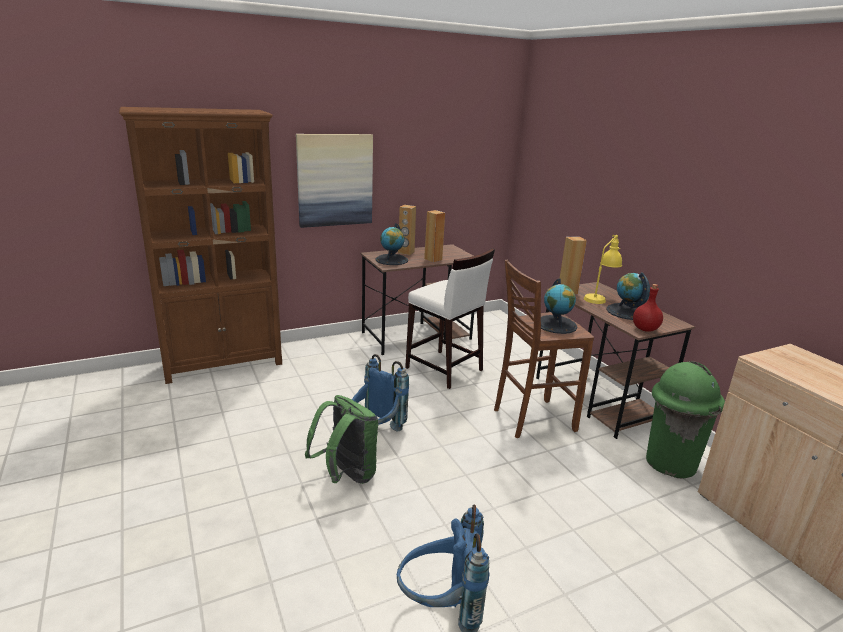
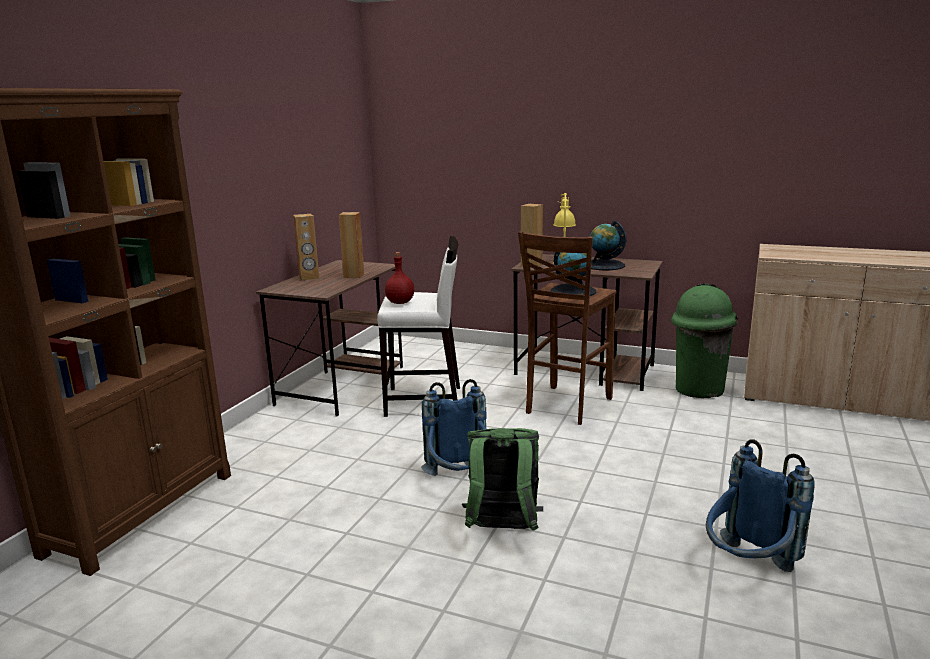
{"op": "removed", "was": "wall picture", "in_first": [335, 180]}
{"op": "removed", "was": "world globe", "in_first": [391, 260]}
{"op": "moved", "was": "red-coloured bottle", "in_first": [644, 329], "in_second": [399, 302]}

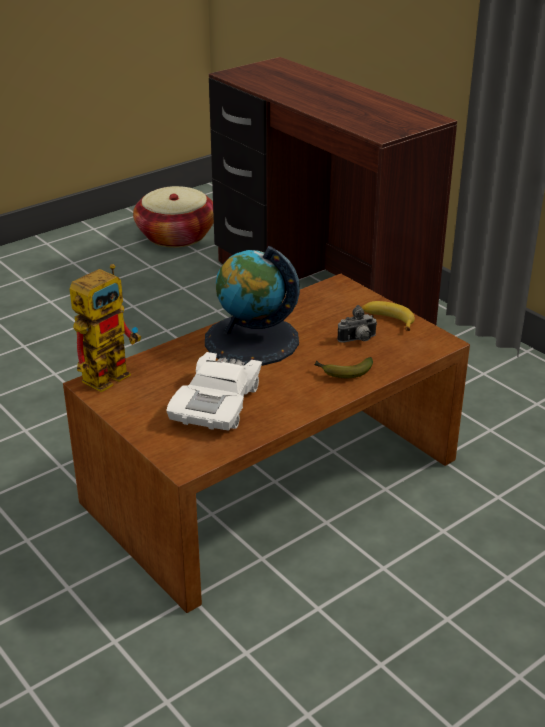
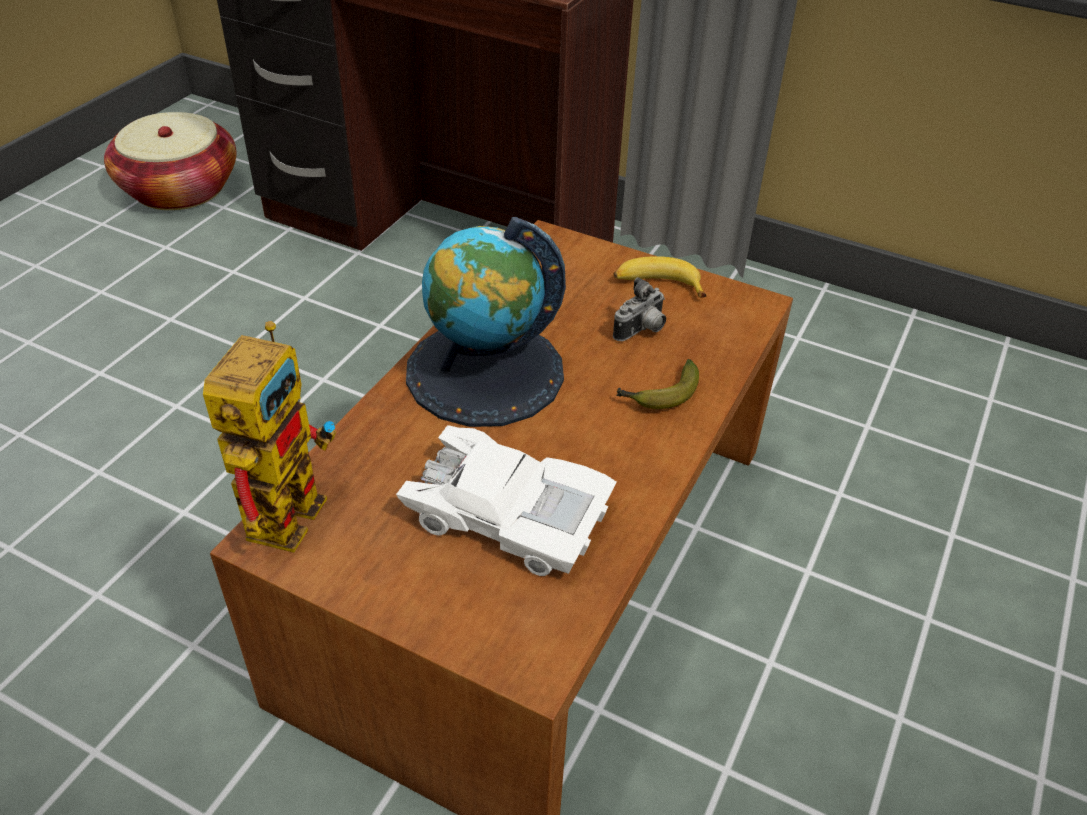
{"op": "turned", "was": "white toy car", "in_first": [217, 403], "in_second": [508, 514], "clockwise": -60}

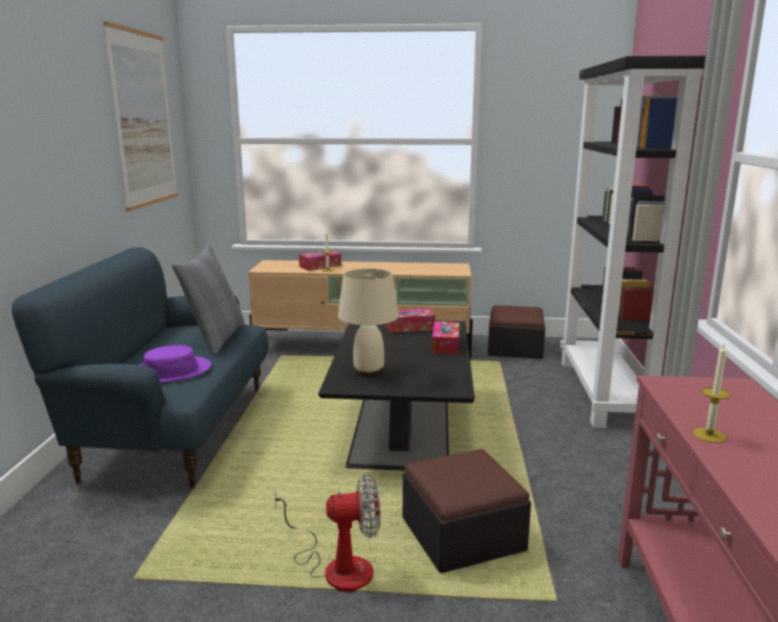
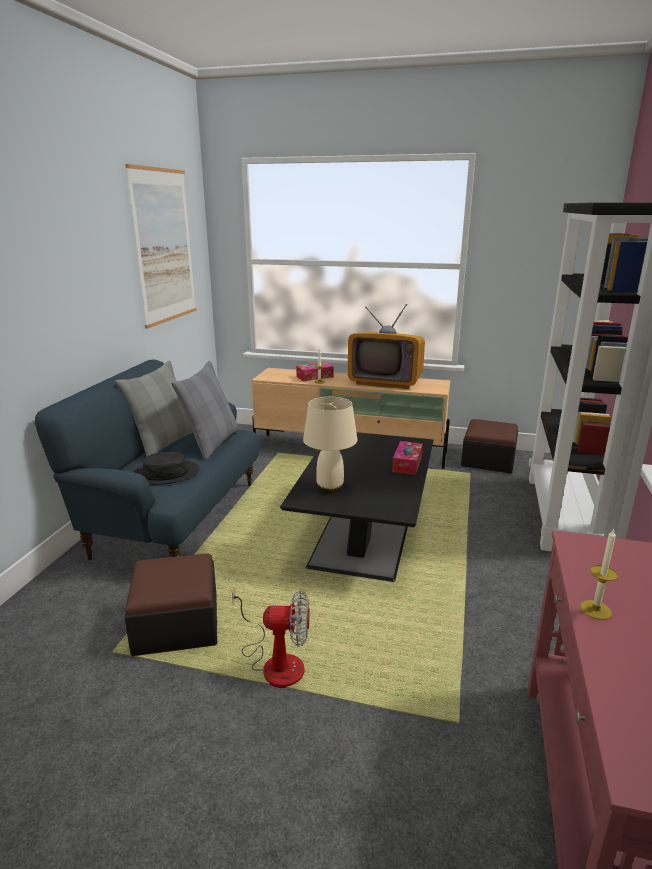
{"op": "removed", "was": "tissue holder", "in_first": [410, 327]}
{"op": "recoloured", "was": "purplish wearable hat", "now": "blackish wearable hat", "in_first": [170, 371], "in_second": [165, 473]}
{"op": "moved", "was": "pouffe", "in_first": [462, 534], "in_second": [176, 623]}
{"op": "added", "now": "television", "in_second": [385, 381]}
{"op": "added", "now": "greyish pillow", "in_second": [164, 443]}

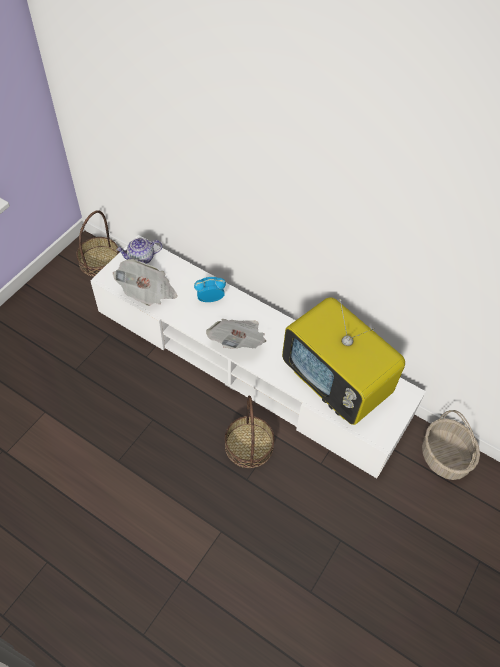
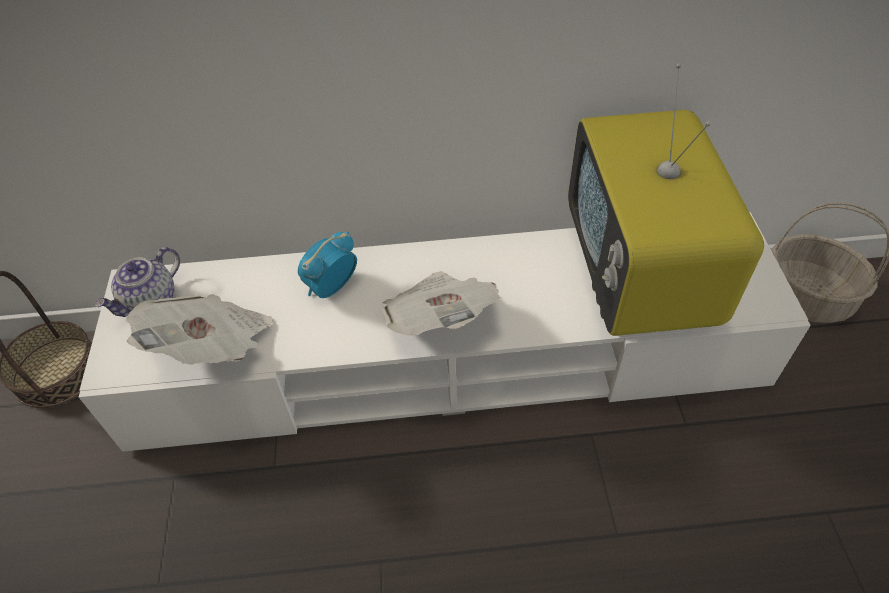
{"op": "turned", "was": "television", "in_first": [336, 383], "in_second": [638, 279], "clockwise": 75}
{"op": "removed", "was": "basket", "in_first": [248, 445]}

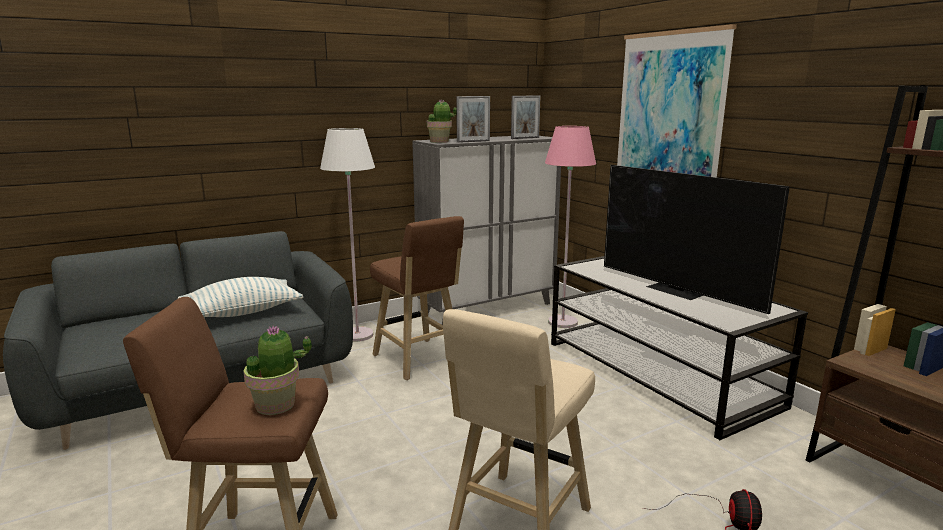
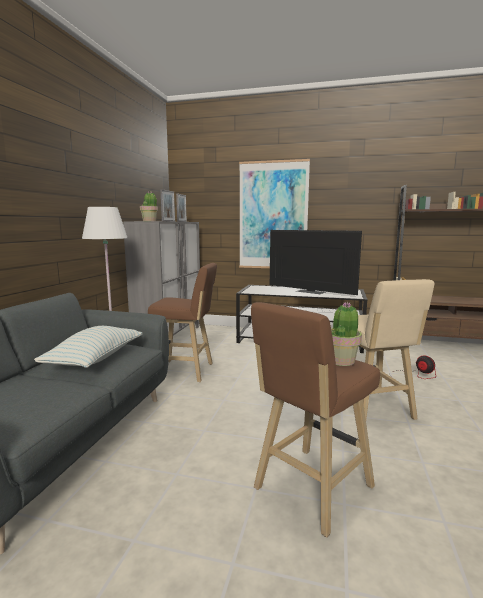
{"op": "removed", "was": "pink floor lamp", "in_first": [562, 322]}
{"op": "turned", "was": "television", "in_first": [677, 290], "in_second": [310, 291], "clockwise": -150}

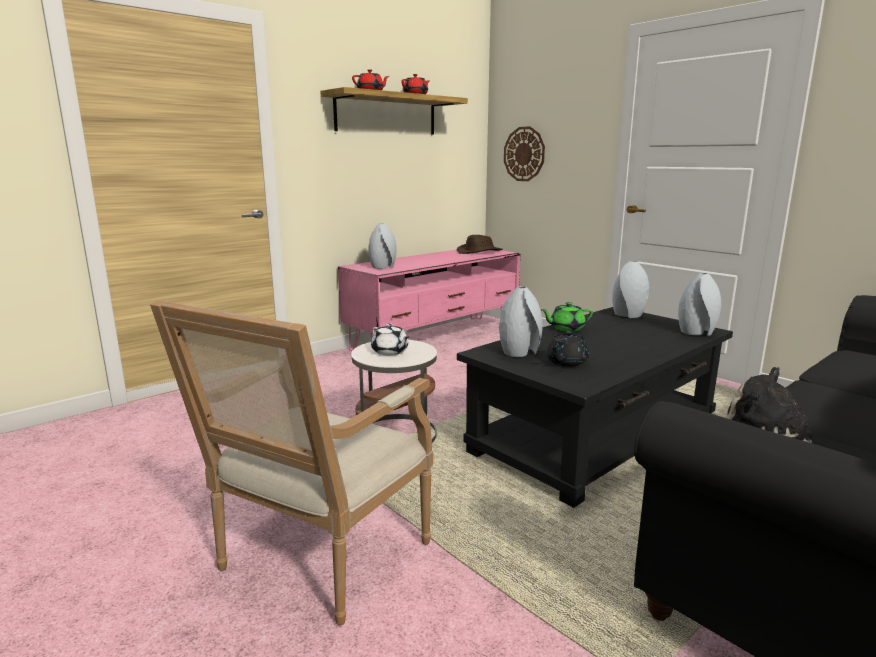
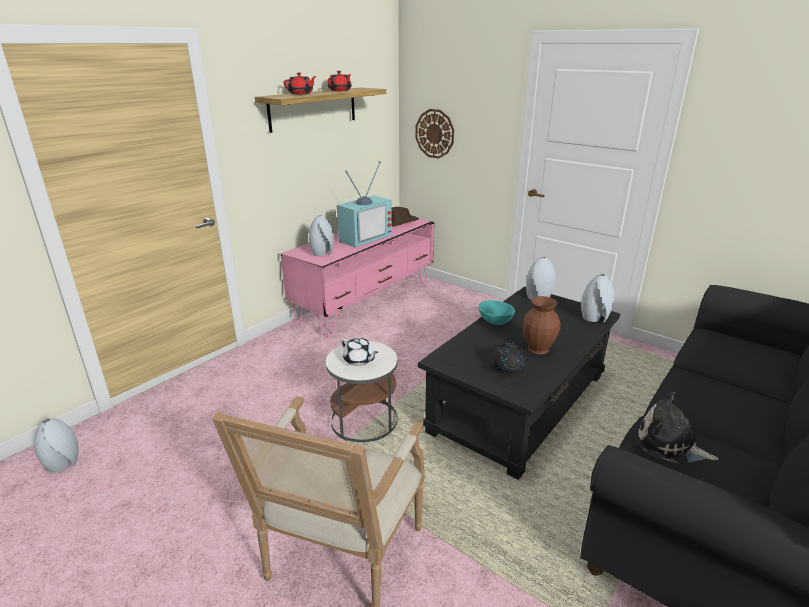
{"op": "moved", "was": "greyish vase", "in_first": [520, 352], "in_second": [64, 463]}
{"op": "replaced", "was": "green-coloured teapot", "now": "blue-green deep dish", "in_first": [566, 328], "in_second": [495, 321]}
{"op": "added", "now": "television", "in_second": [364, 237]}
{"op": "added", "now": "brownish vase", "in_second": [538, 349]}

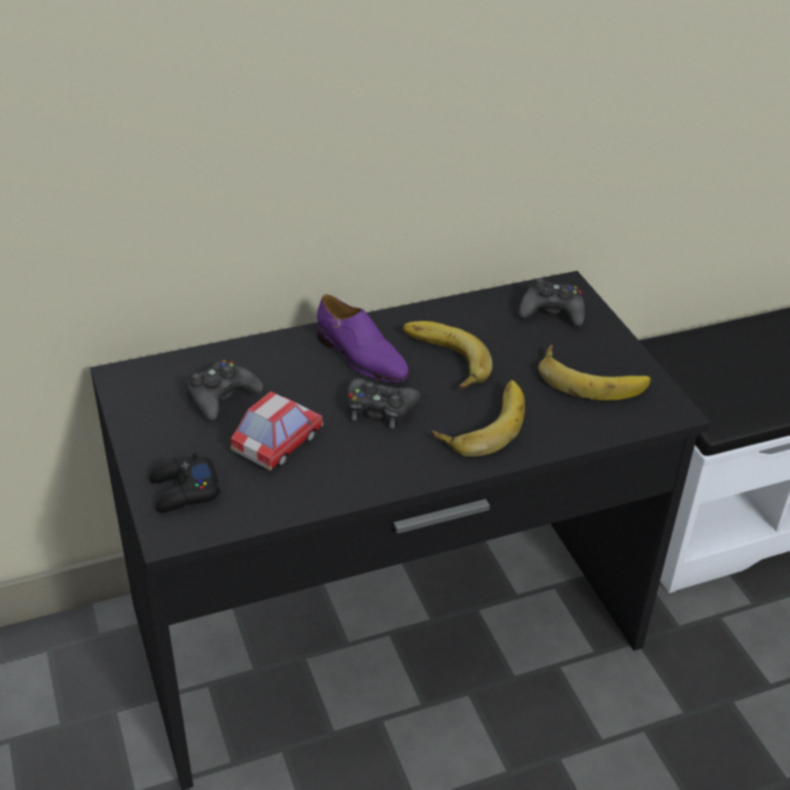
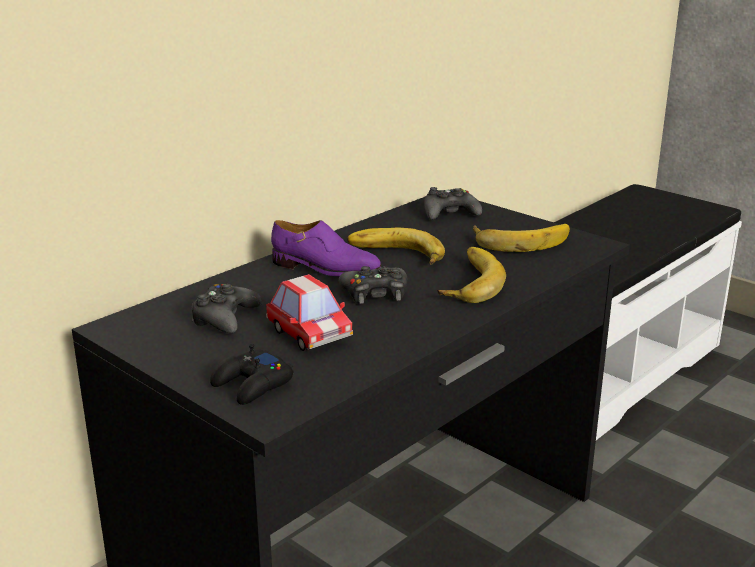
{"op": "turned", "was": "toy car", "in_first": [277, 444], "in_second": [309, 334], "clockwise": 135}

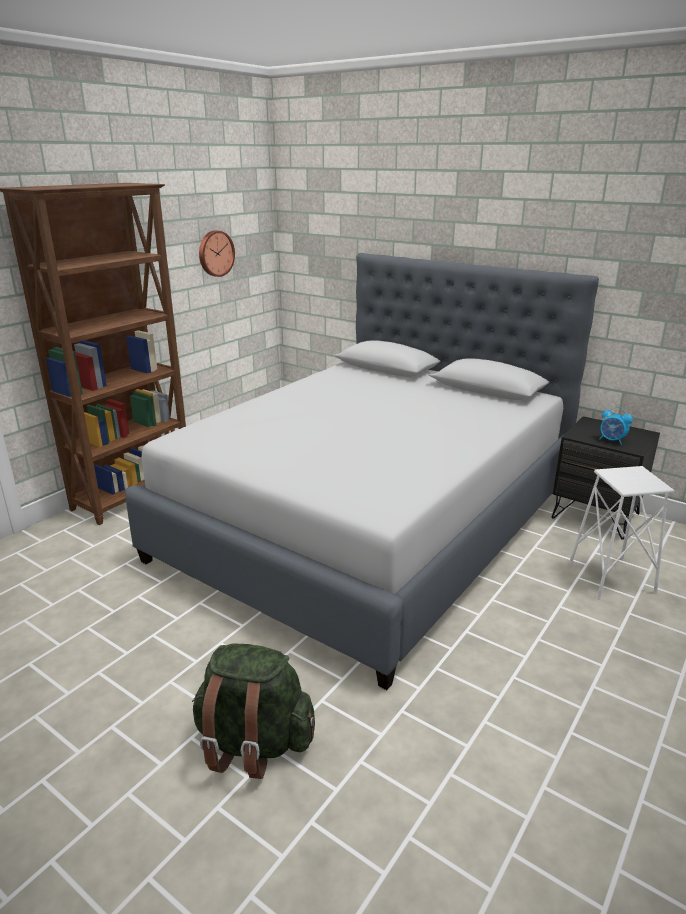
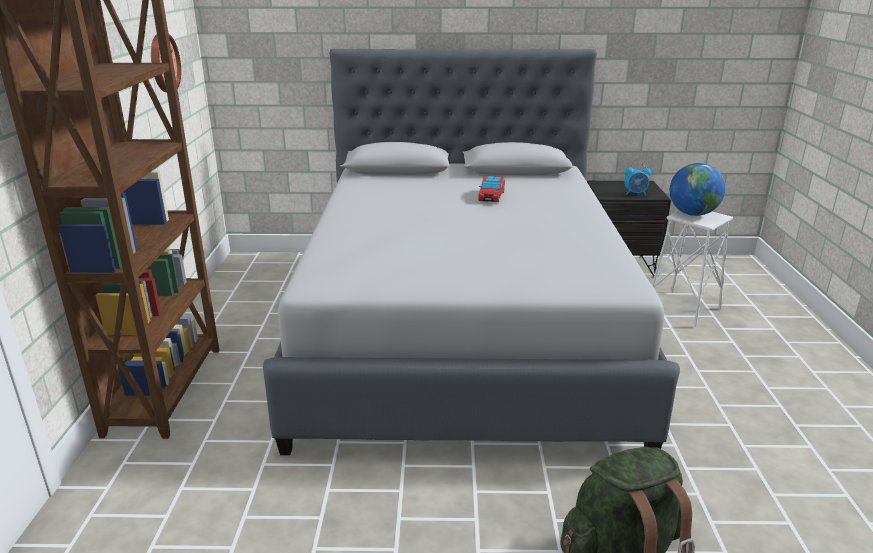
{"op": "added", "now": "world globe", "in_second": [692, 214]}
{"op": "added", "now": "toy car", "in_second": [491, 196]}

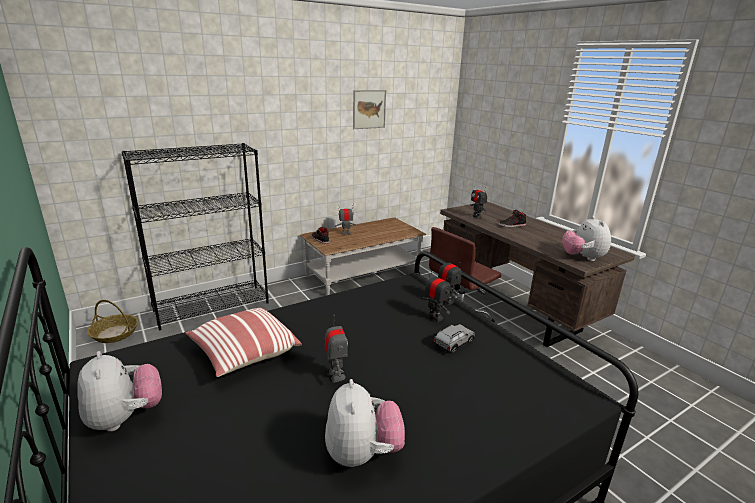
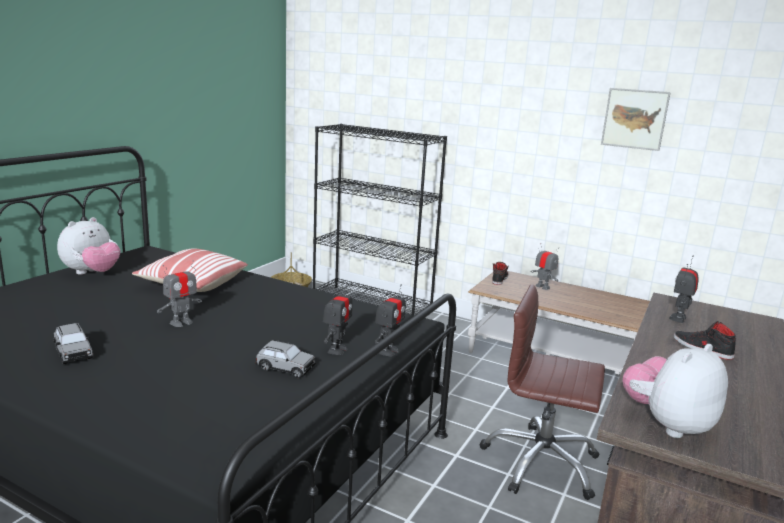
{"op": "replaced", "was": "soft toy", "now": "greyish toy car", "in_first": [362, 453], "in_second": [73, 353]}

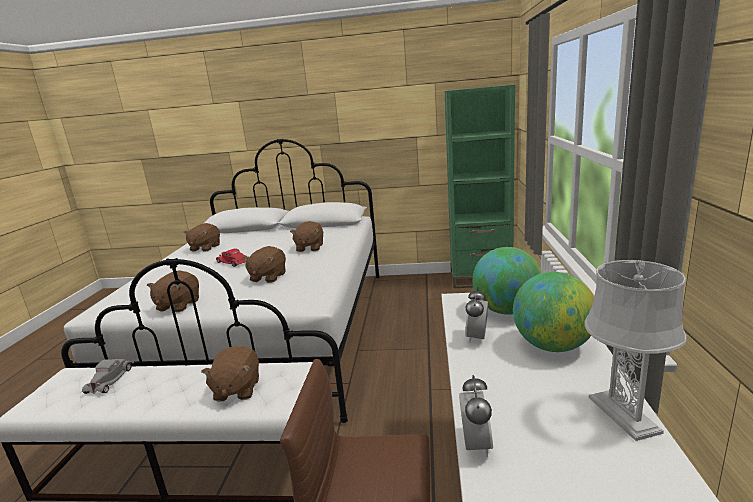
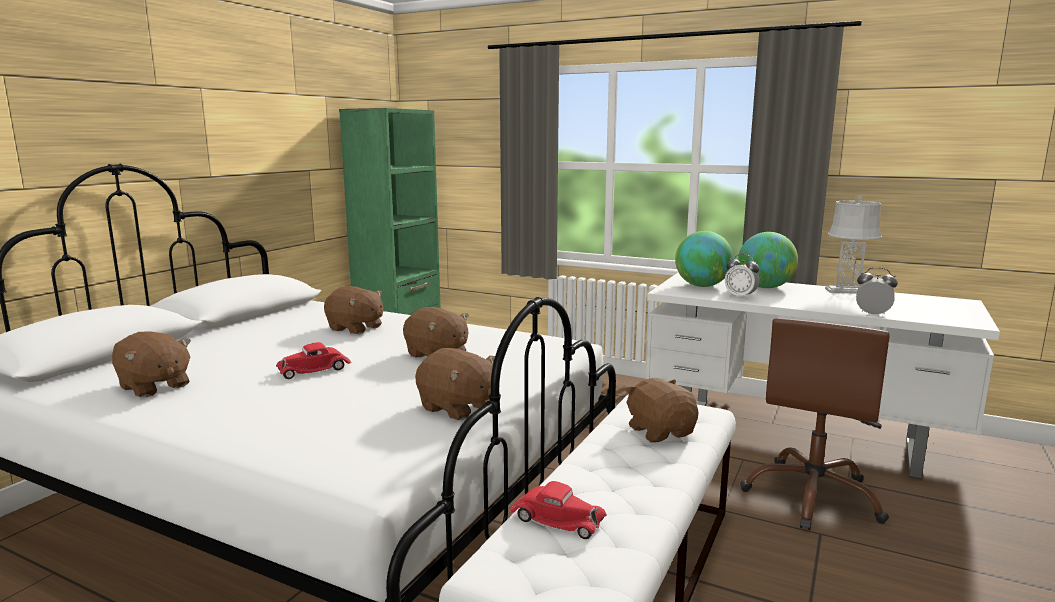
{"op": "turned", "was": "brownish soft toy", "in_first": [237, 389], "in_second": [660, 431], "clockwise": -135}
{"op": "recoloured", "was": "greyish toy car", "now": "red-coloured toy car", "in_first": [110, 379], "in_second": [557, 519]}

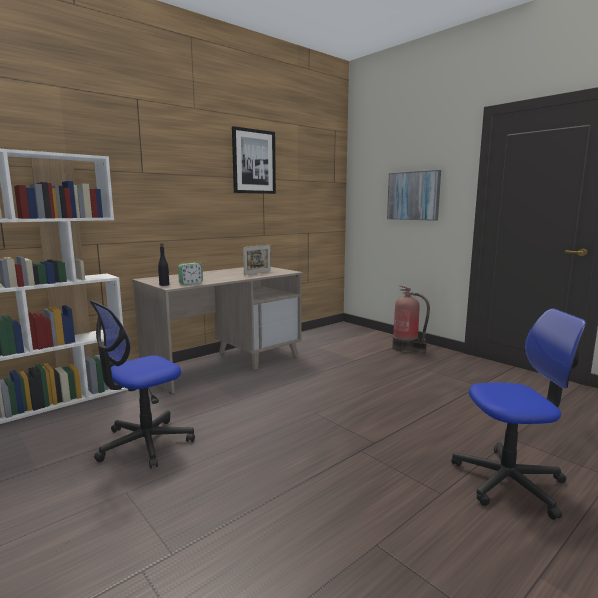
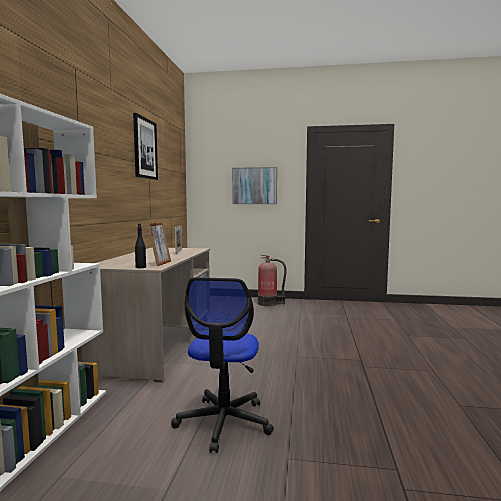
{"op": "replaced", "was": "bedside clock", "now": "photo frame", "in_first": [191, 283], "in_second": [160, 263]}
{"op": "removed", "was": "computer chair", "in_first": [509, 482]}

